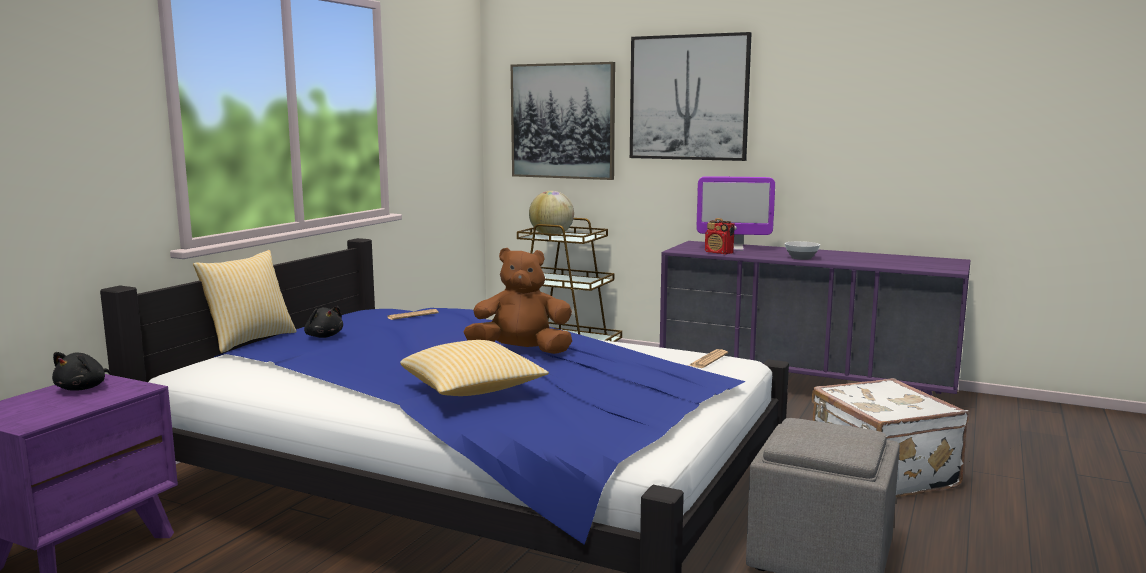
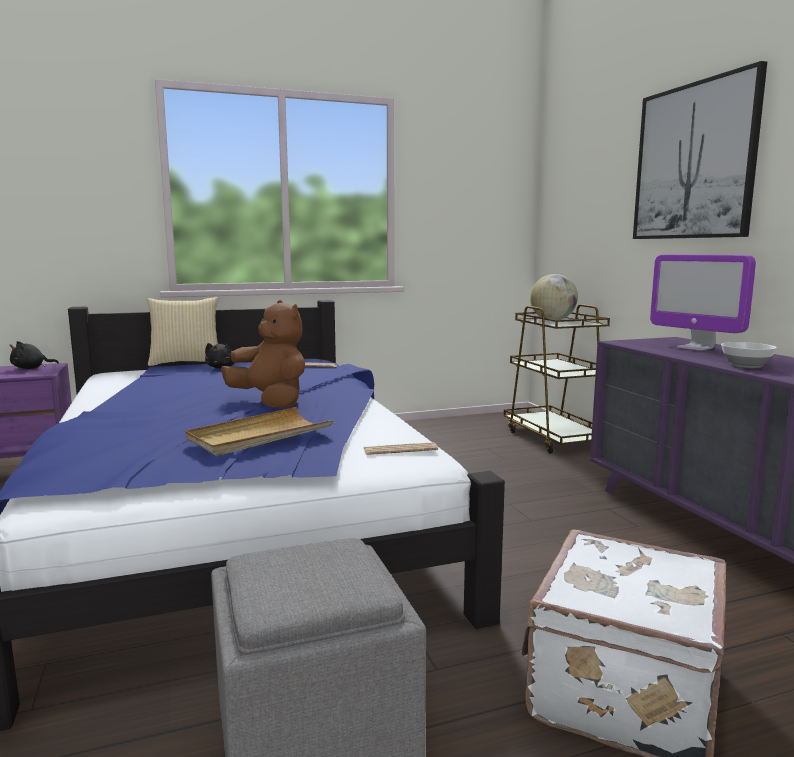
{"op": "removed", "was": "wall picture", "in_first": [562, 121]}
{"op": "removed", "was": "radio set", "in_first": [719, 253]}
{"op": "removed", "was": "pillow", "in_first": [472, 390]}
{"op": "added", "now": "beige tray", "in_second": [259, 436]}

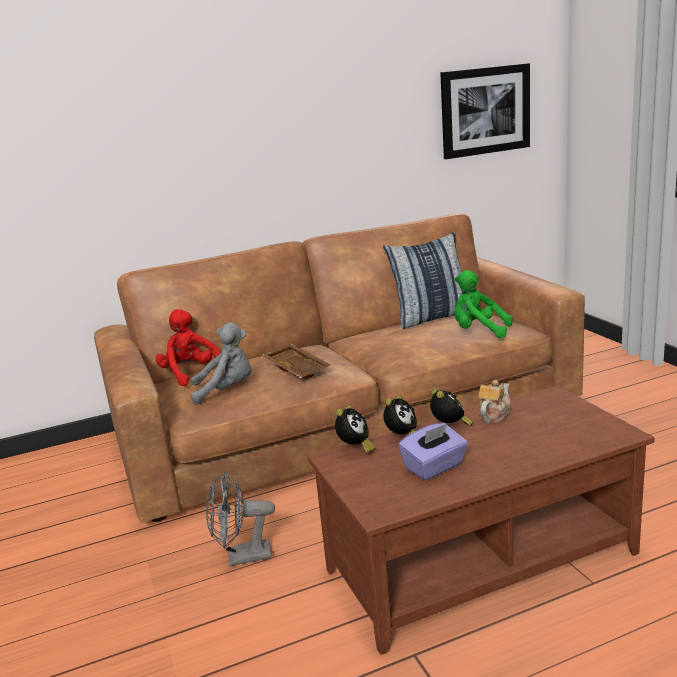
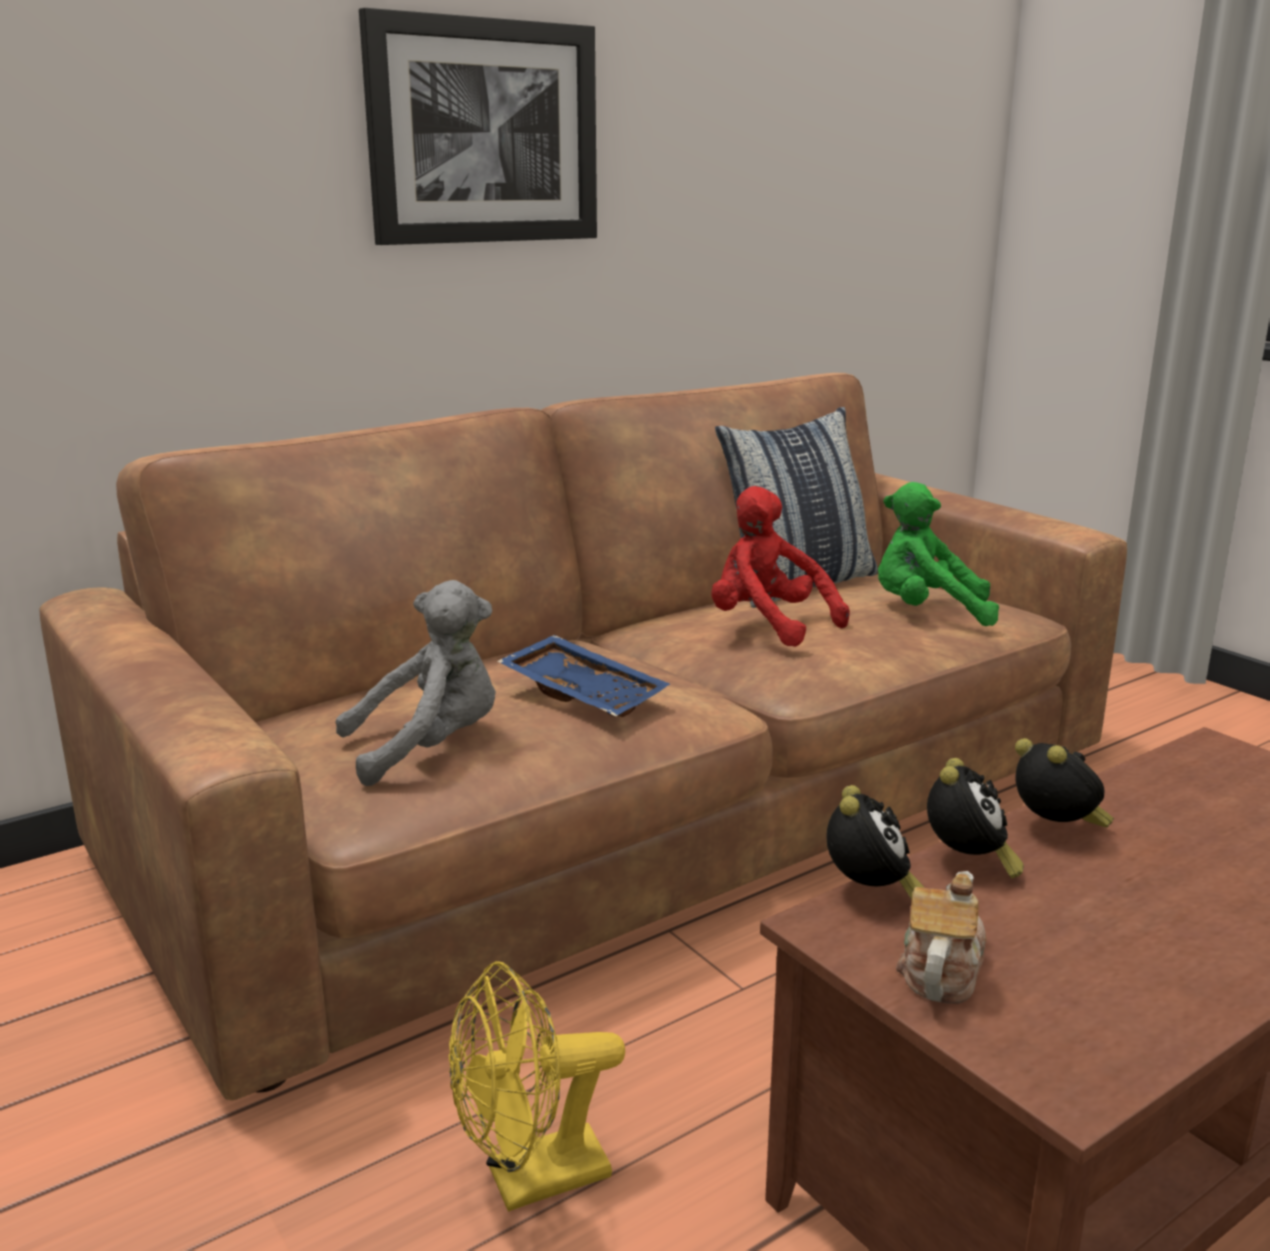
{"op": "moved", "was": "wall picture", "in_first": [485, 111], "in_second": [484, 133]}
{"op": "moved", "was": "red-coloured soft toy", "in_first": [190, 374], "in_second": [768, 625]}
{"op": "recoloured", "was": "brownish tray", "now": "bluish tray", "in_first": [298, 368], "in_second": [585, 693]}
{"op": "moved", "was": "teapot", "in_first": [494, 415], "in_second": [940, 971]}
{"op": "removed", "was": "purplish tissue holder", "in_first": [434, 467]}
{"op": "recoloured", "was": "greyish electric fan", "now": "yellowish electric fan", "in_first": [242, 557], "in_second": [531, 1181]}

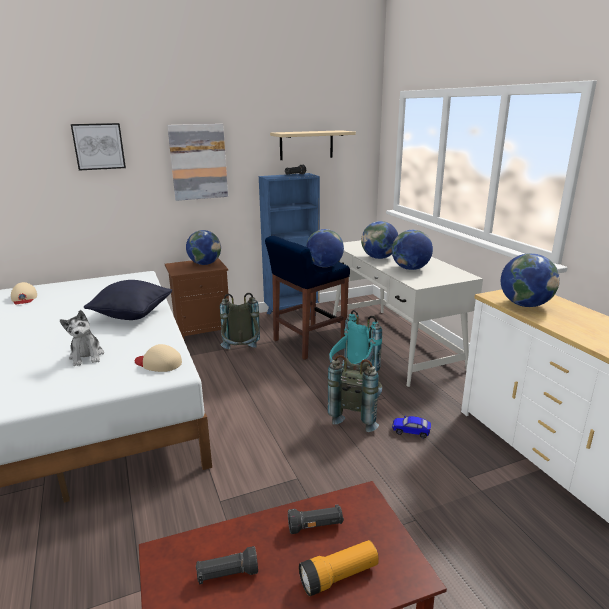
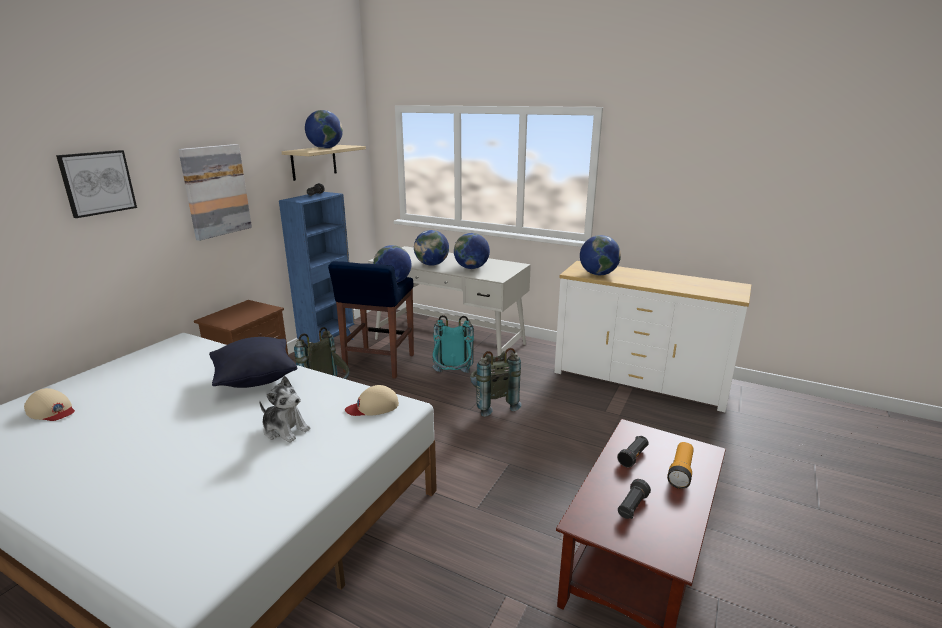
{"op": "moved", "was": "world globe", "in_first": [205, 264], "in_second": [325, 148]}
{"op": "removed", "was": "toy car", "in_first": [411, 432]}

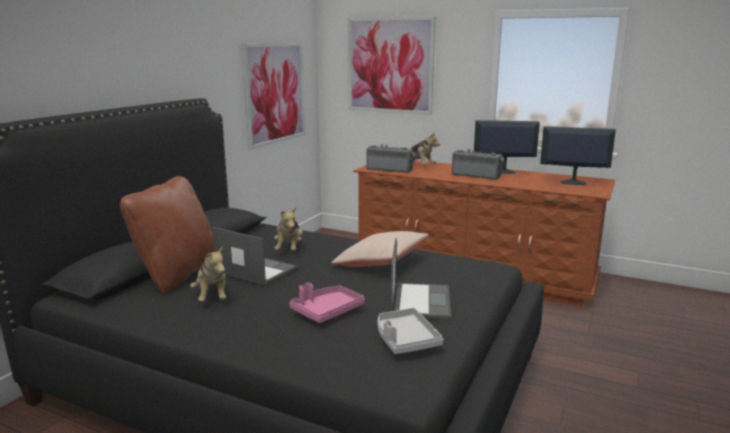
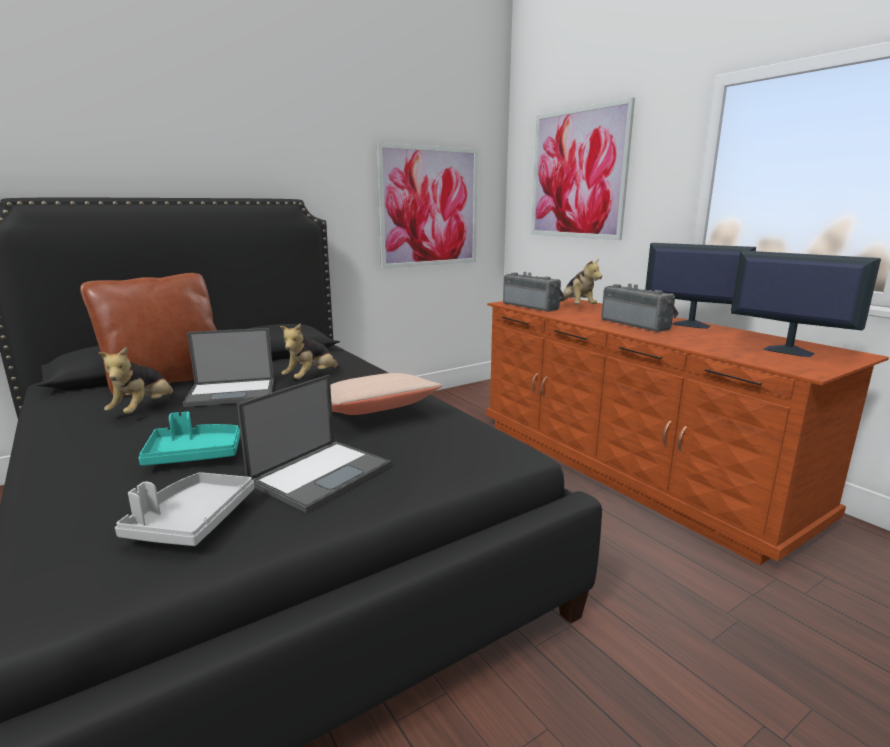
{"op": "turned", "was": "laptop", "in_first": [256, 270], "in_second": [233, 393], "clockwise": 105}
{"op": "recoloured", "was": "pink tray", "now": "blue-green tray", "in_first": [327, 311], "in_second": [194, 455]}

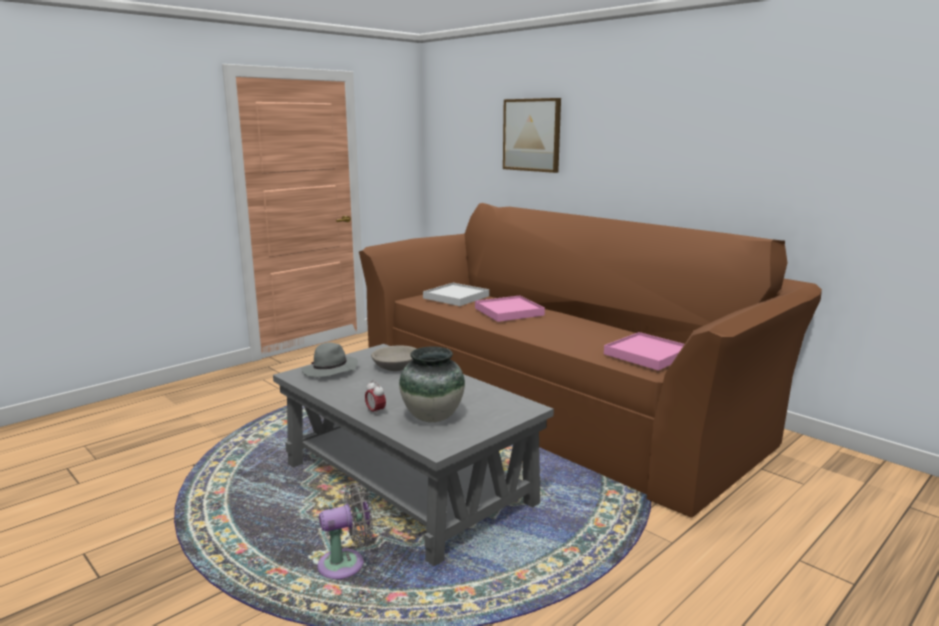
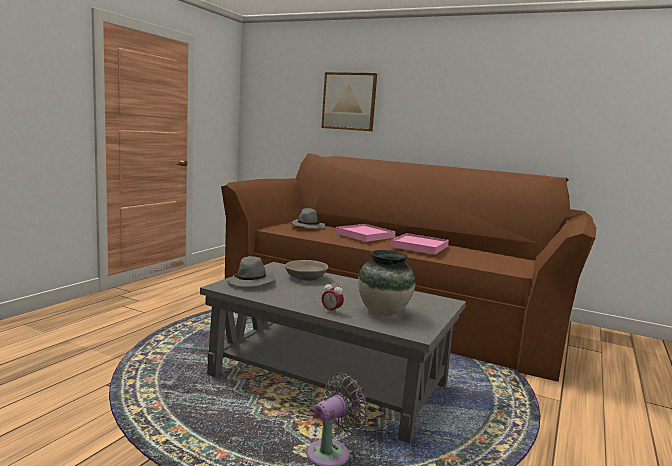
{"op": "replaced", "was": "white tray", "now": "greyish wearable hat", "in_first": [456, 297], "in_second": [307, 226]}
{"op": "moved", "was": "pink tray", "in_first": [648, 354], "in_second": [419, 246]}

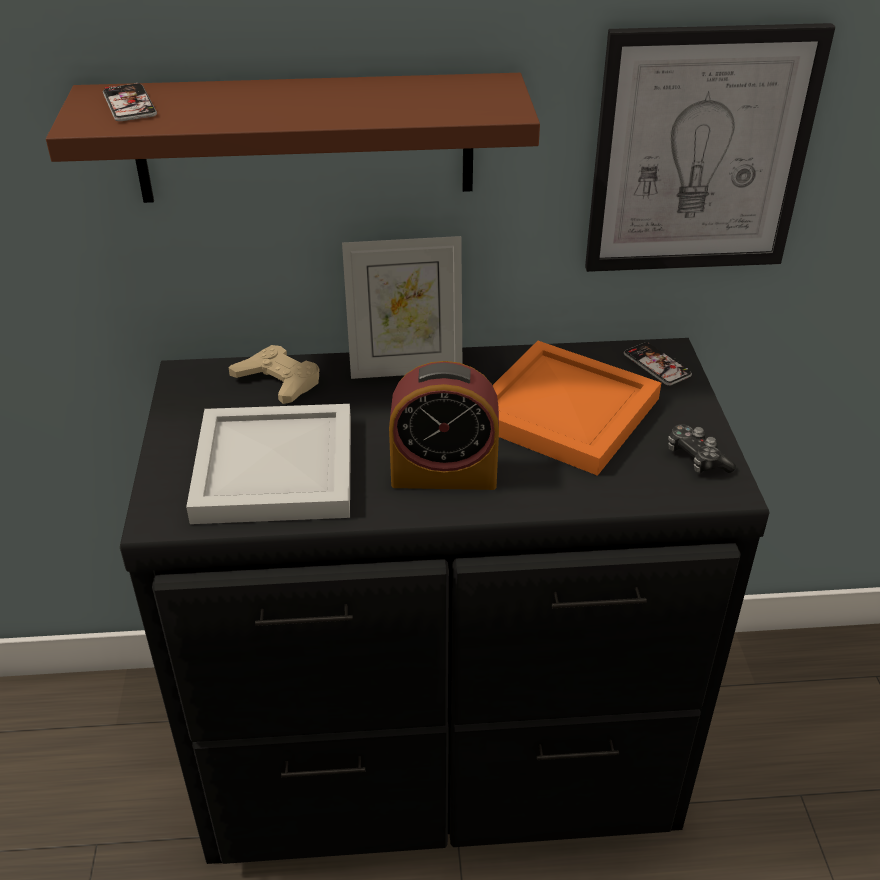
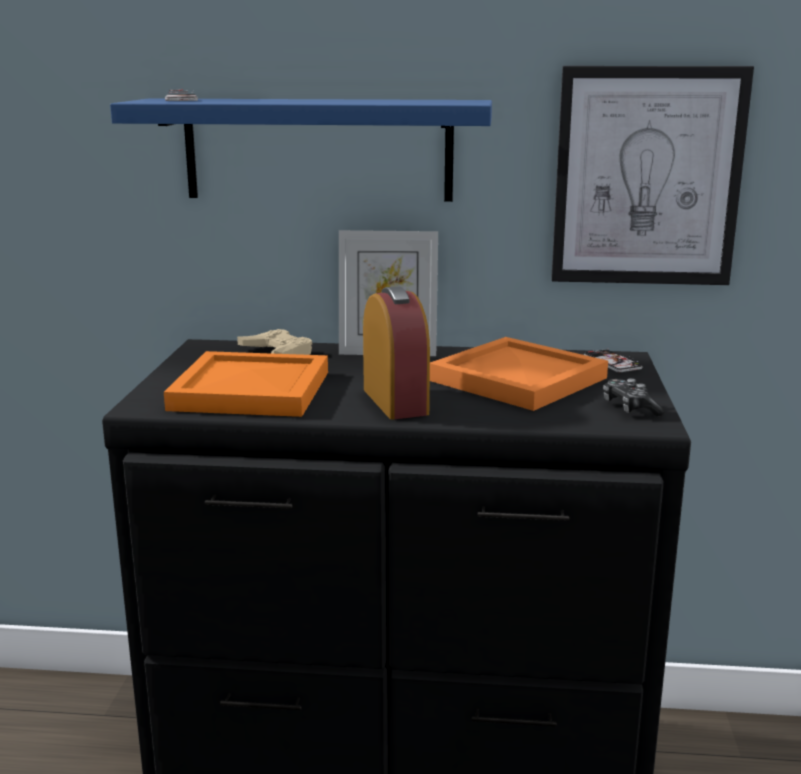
{"op": "recoloured", "was": "brownish wall shelf", "now": "bluish wall shelf", "in_first": [304, 138], "in_second": [318, 150]}
{"op": "turned", "was": "bedside clock", "in_first": [444, 474], "in_second": [395, 401], "clockwise": -120}
{"op": "recoloured", "was": "white tray", "now": "orange tray", "in_first": [272, 467], "in_second": [249, 390]}

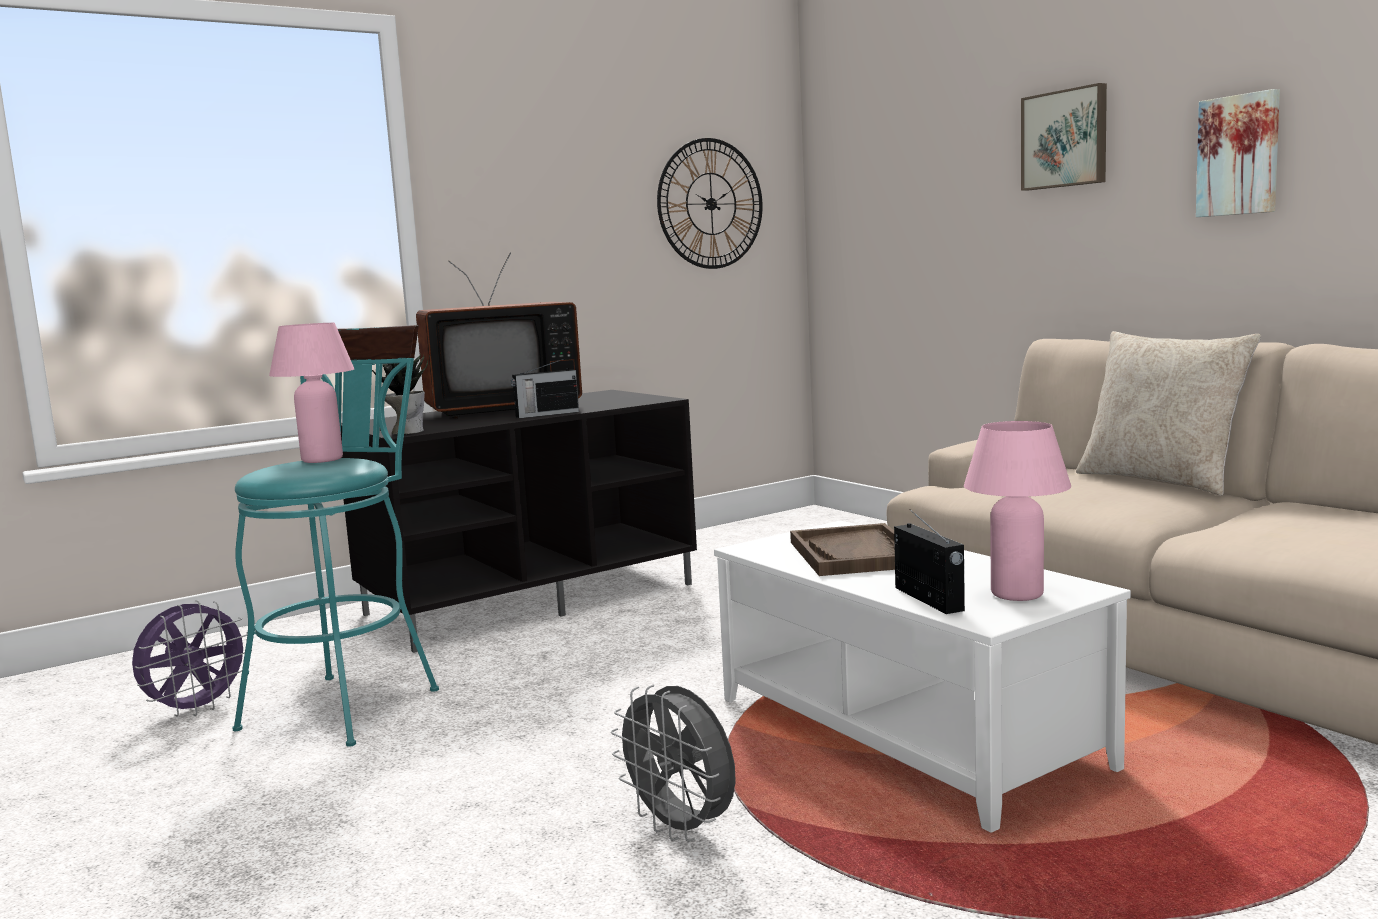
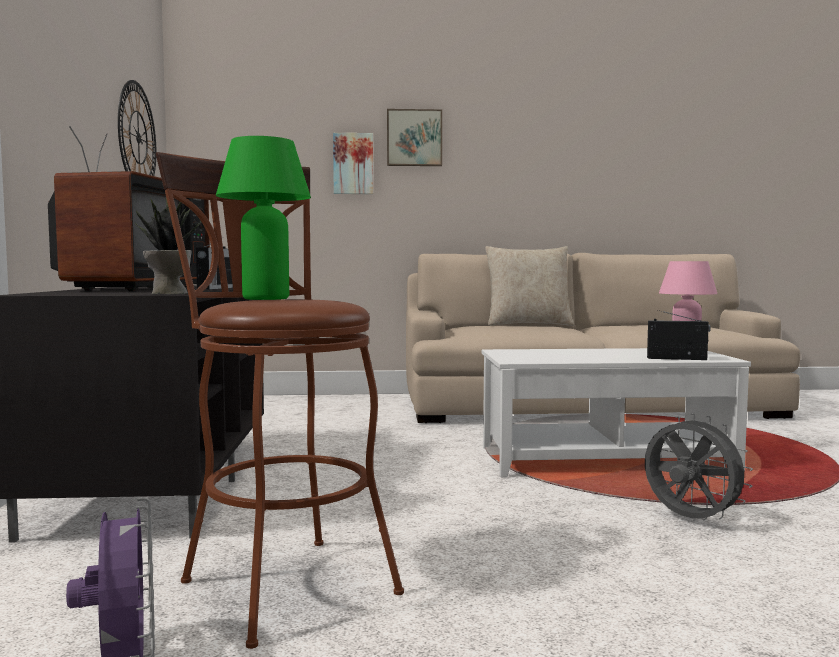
{"op": "moved", "was": "wall picture", "in_first": [1239, 155], "in_second": [353, 164]}
{"op": "recoloured", "was": "pink table lamp", "now": "green-coloured table lamp", "in_first": [322, 459], "in_second": [265, 298]}
{"op": "recoloured", "was": "blue-green stool seat", "now": "brownish stool seat", "in_first": [350, 702], "in_second": [280, 580]}
{"op": "removed", "was": "brownish tray", "in_first": [854, 554]}
{"op": "turned", "was": "greyish electric fan", "in_first": [682, 828], "in_second": [689, 520], "clockwise": -120}

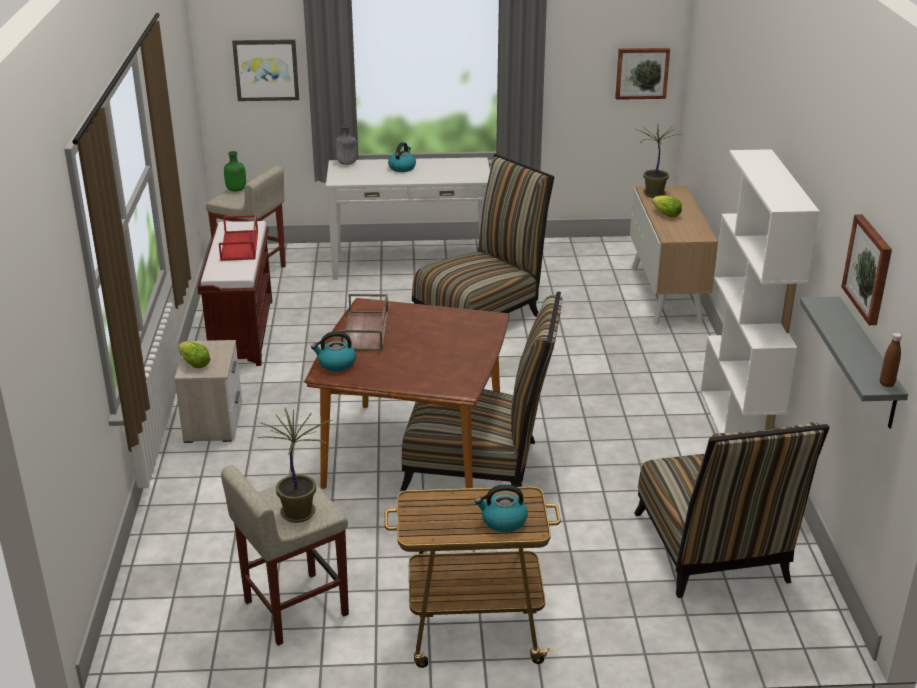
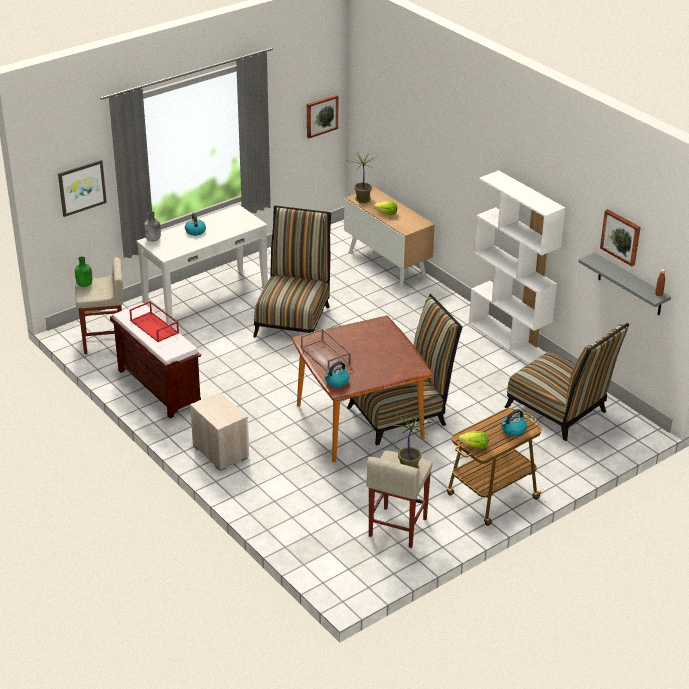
{"op": "moved", "was": "lettuce head", "in_first": [194, 364], "in_second": [474, 446]}

